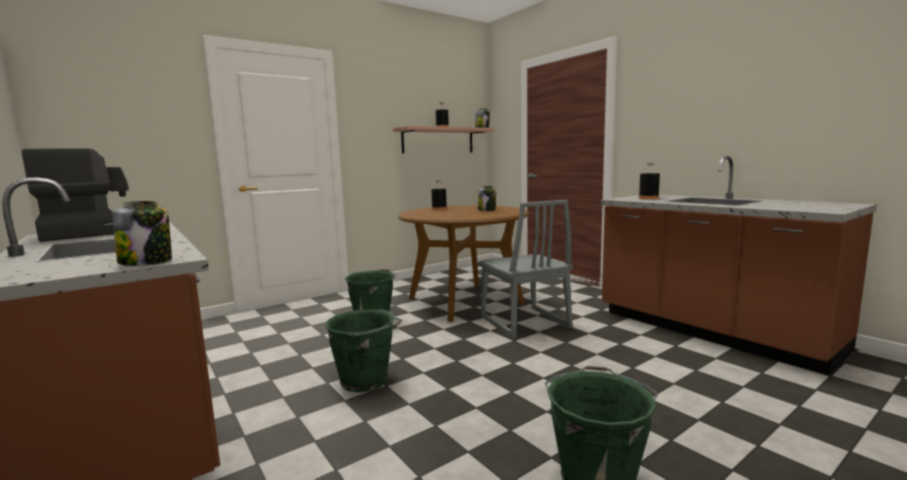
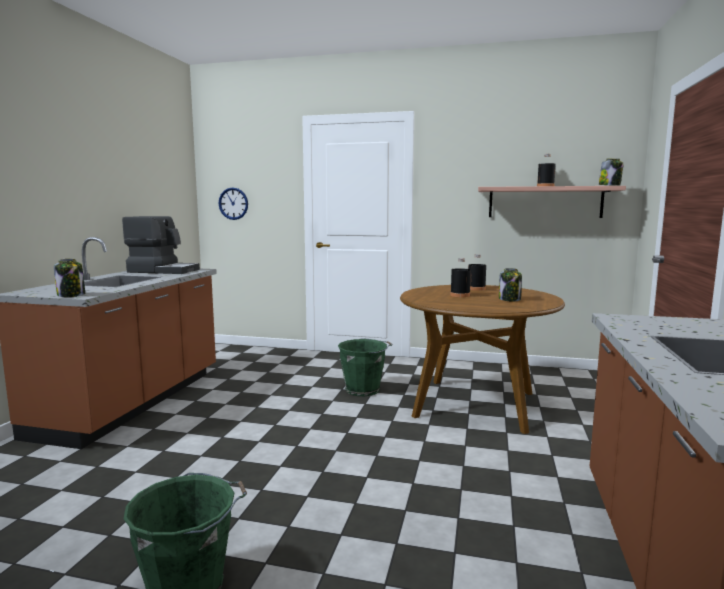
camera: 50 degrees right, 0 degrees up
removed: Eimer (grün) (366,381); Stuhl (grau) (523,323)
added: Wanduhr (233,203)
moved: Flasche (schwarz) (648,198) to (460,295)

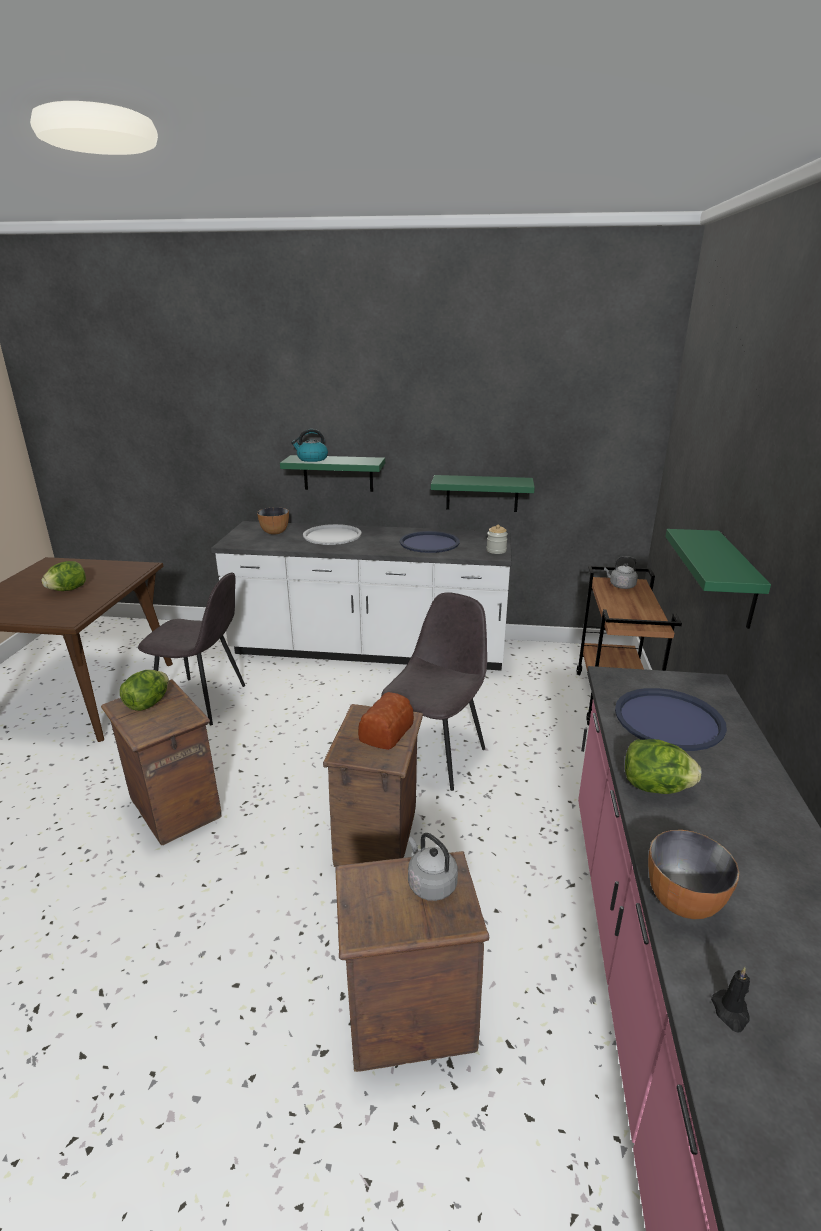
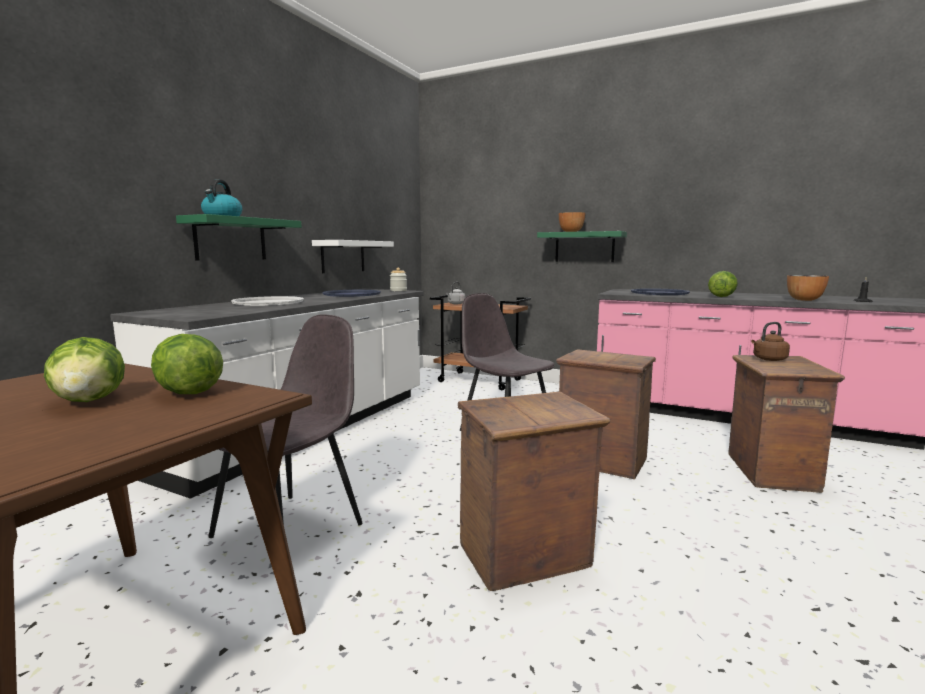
camera: 70 degrees left, 15 degrees down
removed: Brot (385,732)
moved: Salatkopf (148,704) to (188,392); Schüssel (274,532) to (571,232)
recoloured: Wandregal (grün) (482,493) to Wandregal (weiß) (343,256); Wasserkessel (grau) (430,883) to Wasserkessel (braun) (768,359)

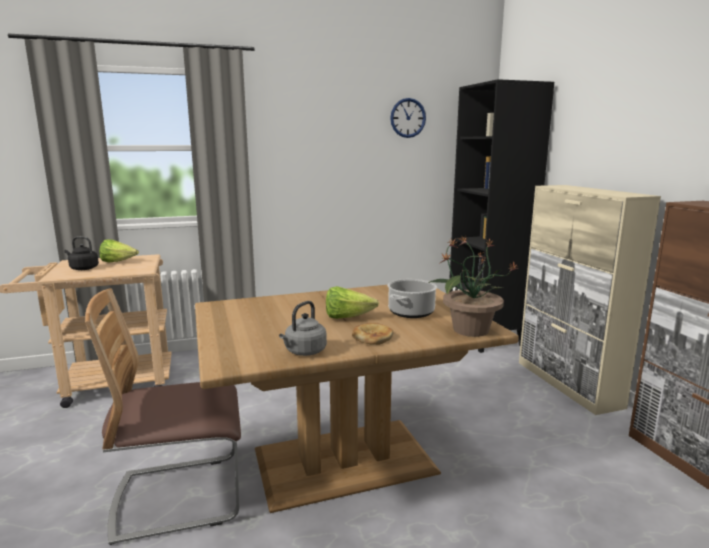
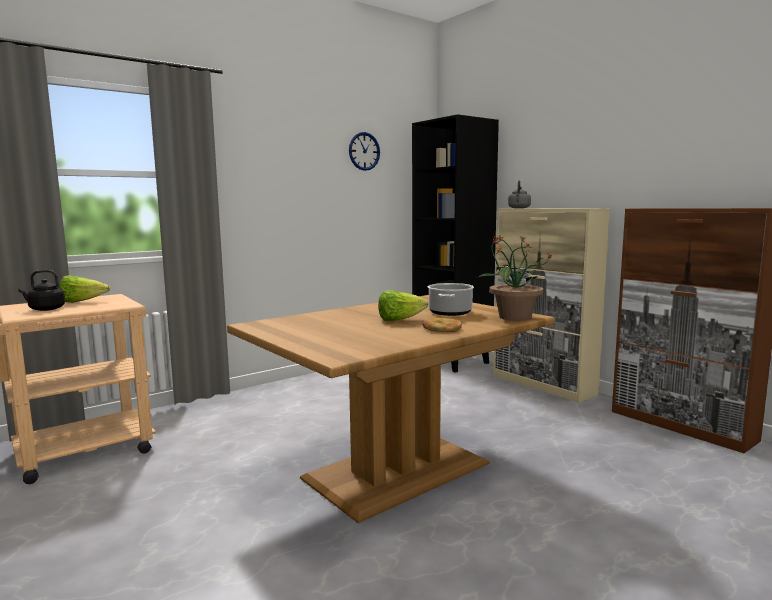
camera: 20 degrees left, 5 degrees down
removed: Stuhl (179,496)
moved: Wasserkessel (grau) (304,352) to (519,208)

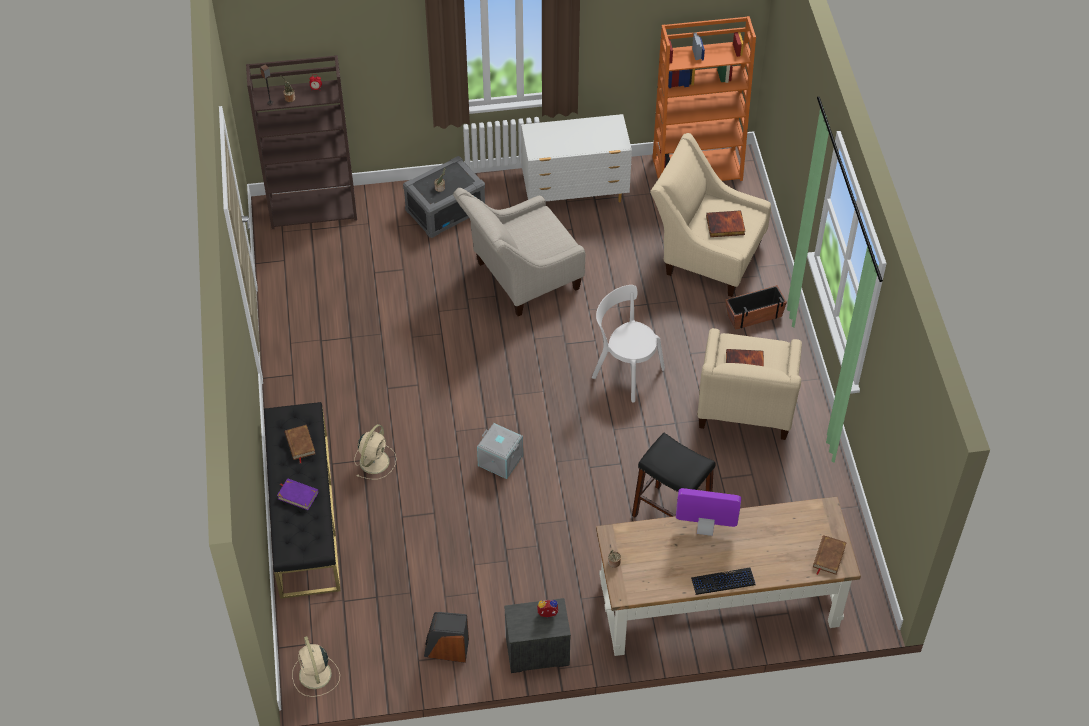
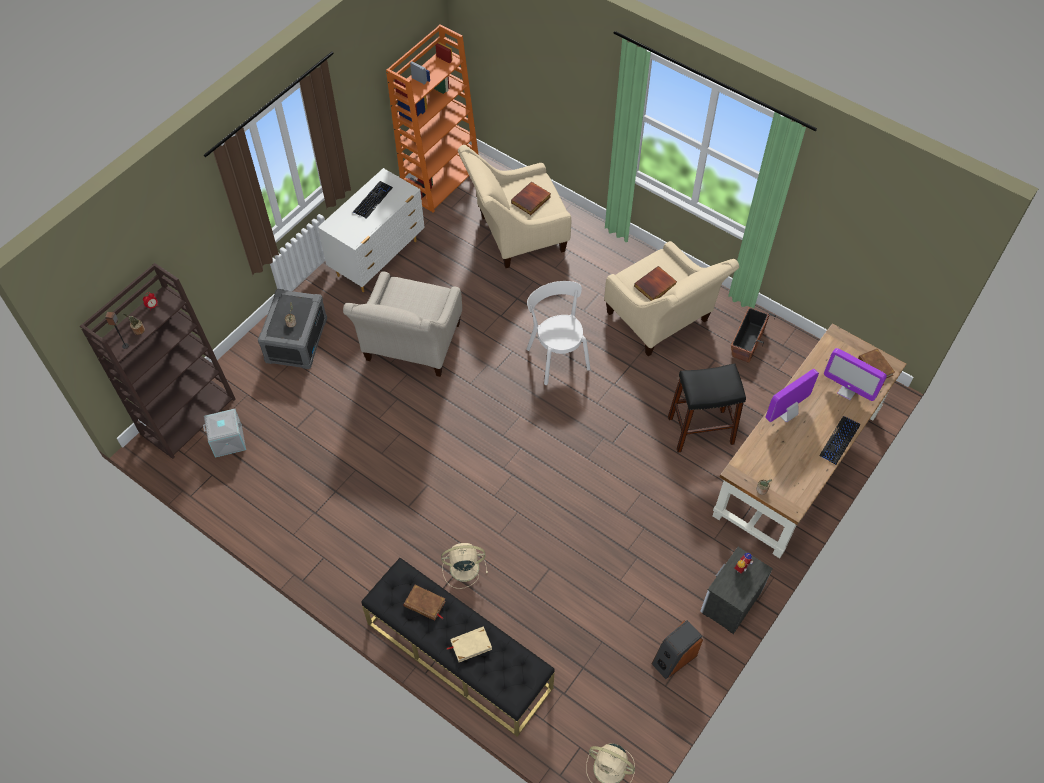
camera: 45 degrees left, 5 degrees up
added: Tastatur (372,200); Monitor (847,391)
moved: Aufbewahrungsbox (grau) (499,461) to (228,441); Pflanzkübel (754,315) to (747,342)
recoloured: Buch (lila) (298,495) to Buch (beige) (471,645)
turned: Ventilator (beige) (375,460) = (463,568) 75 degrees counterclockwise; Stuhl (weiß) (625,371) = (557,356) 75 degrees clockwise

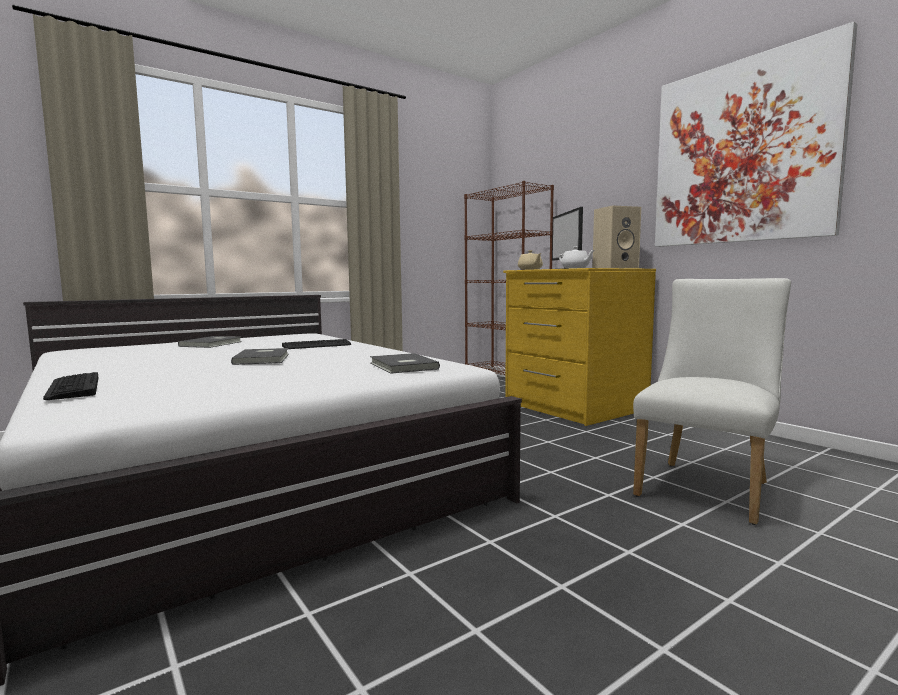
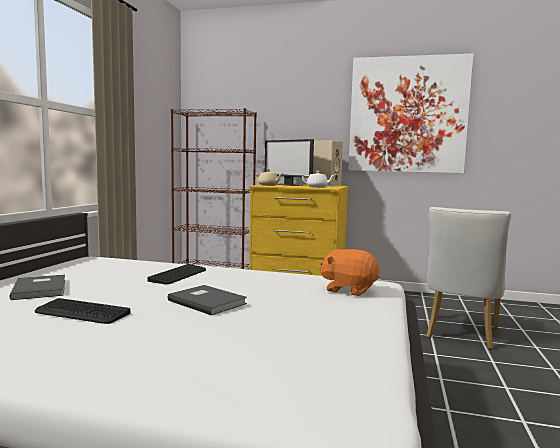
camera: 40 degrees left, 0 degrees up
moved: Tastatur (73,388) to (82,313)
replaced: Buch (grau) (402,366) to Plüschtier (orange) (349,290)
turned: Stuhl (weiß) (706,486) = (460,334) 150 degrees counterclockwise

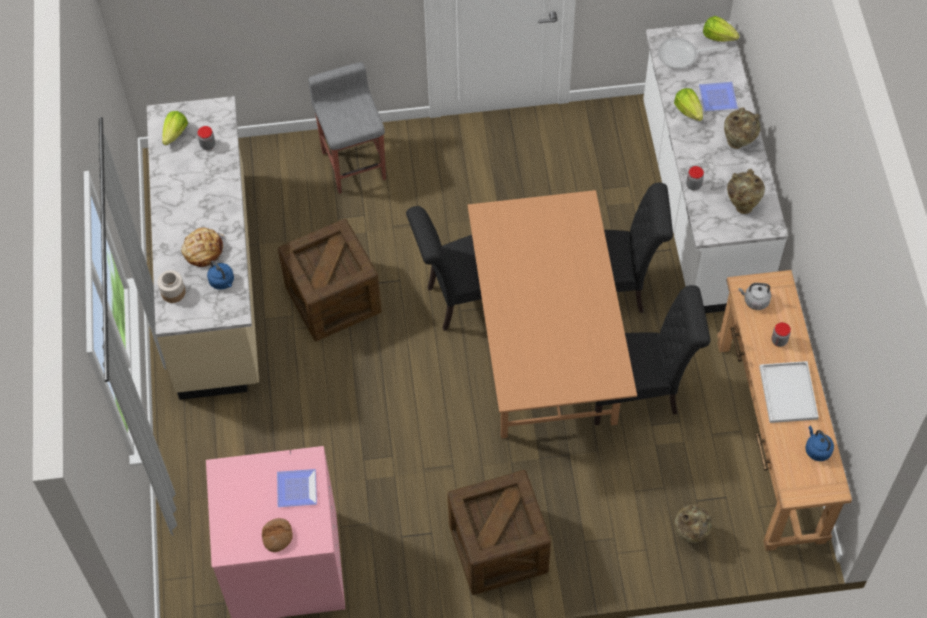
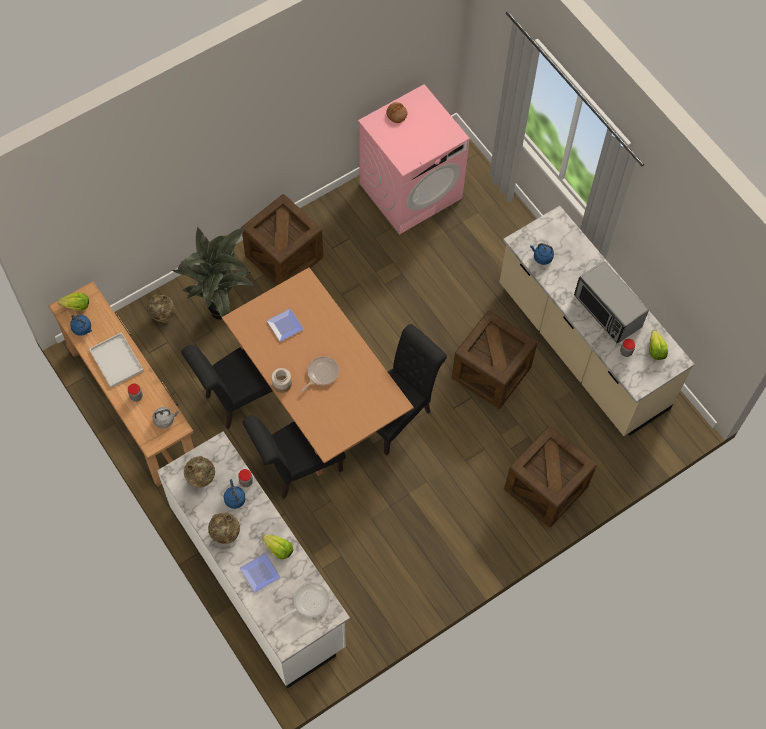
camera: 150 degrees right, 5 degrees up
removed: Brot (203,250)
added: Topfpflanze (223,314); Wasserkessel (blau) (234,498); Pfanne (321,373); Mikrowelle (607,311)
moved: Salatkopf (718,36) to (76,306); Teller (295,488) to (286,326); Vorratsglas (173,293) to (281,384)
replaced: Hocker (grau) (353,164) to Kiste (546,487)

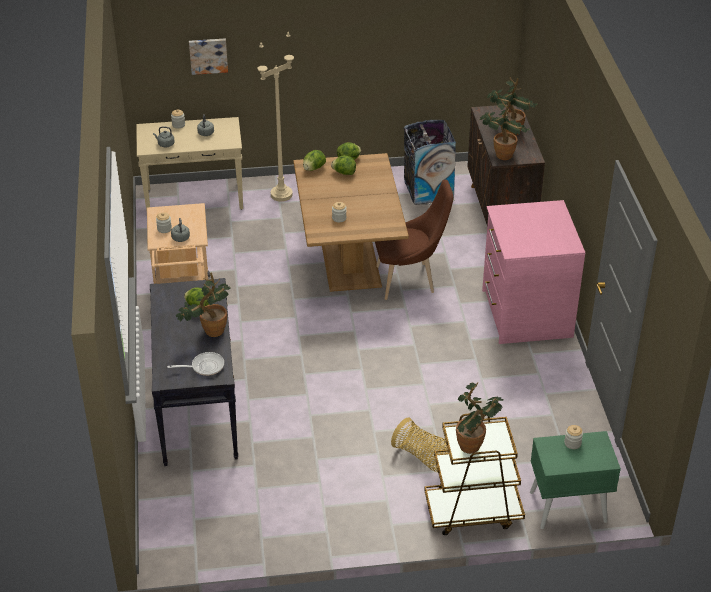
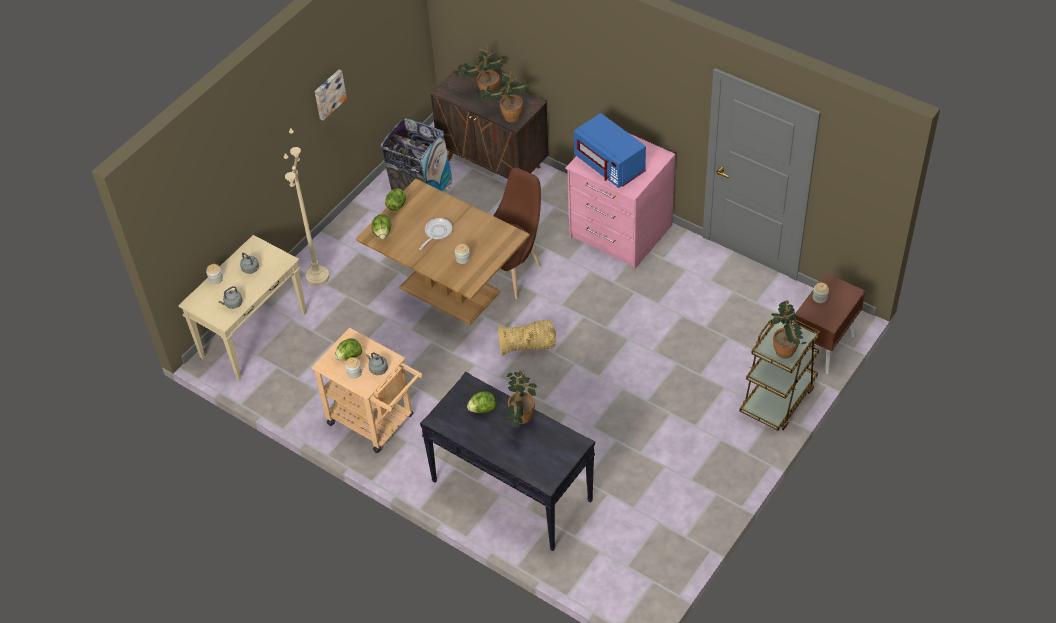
camera: 45 degrees left, 10 degrees up
added: Mikrowelle (blau) (610,165)
moved: Bild (208,55) to (329,94); Salatkopf (344,173) to (349,356); Pfanne (204,366) to (437,233); Korb (425,458) to (528,346)
recoloured: Nachttisch (grün) (567,507) to Nachttisch (braun) (822,346)

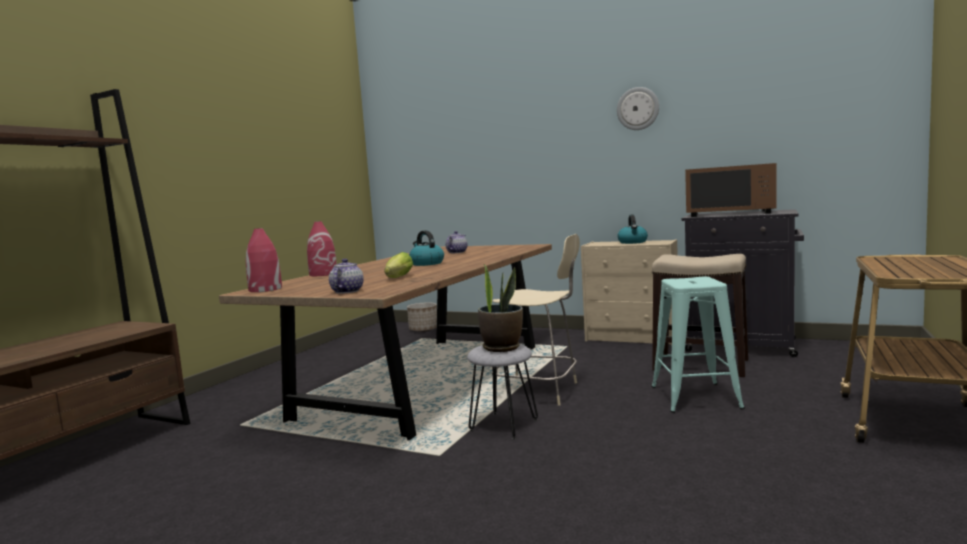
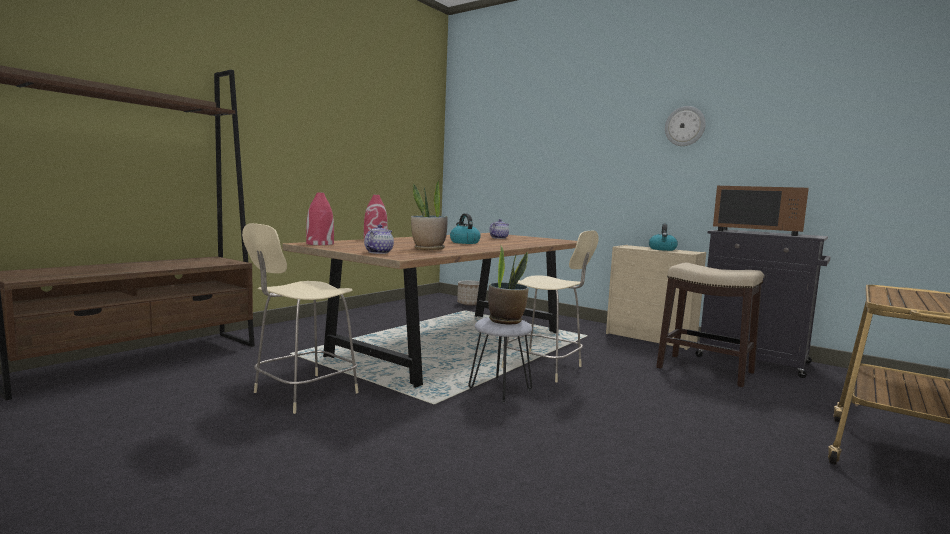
camera: 10 degrees right, 0 degrees up
removed: Hocker (türkis) (695,397)
added: Stuhl (beige) (302,393)
replaced: Salatkopf (397,278) to Topfpflanze (428,249)

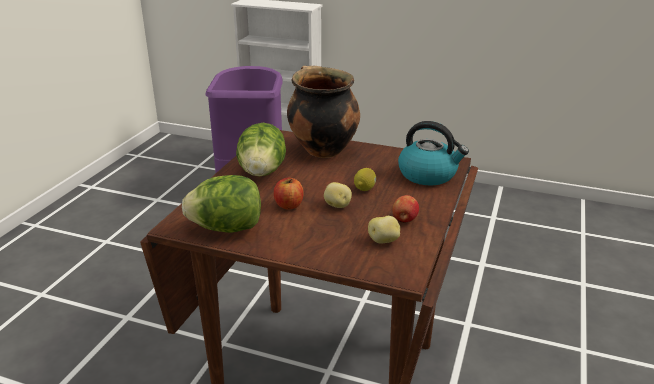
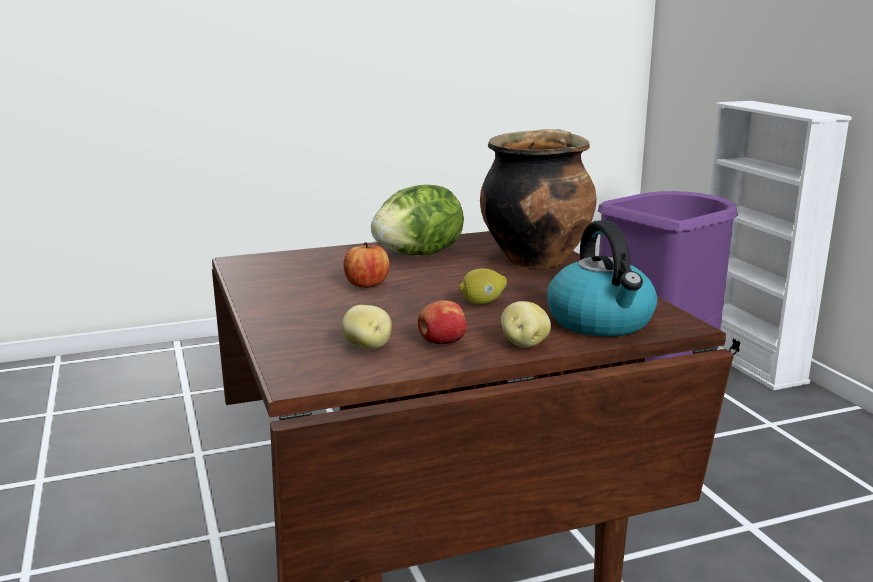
camera: 50 degrees right, 10 degrees down
removed: Salatkopf (227,228)
moved: Kartoffel (337,205) to (523,344)

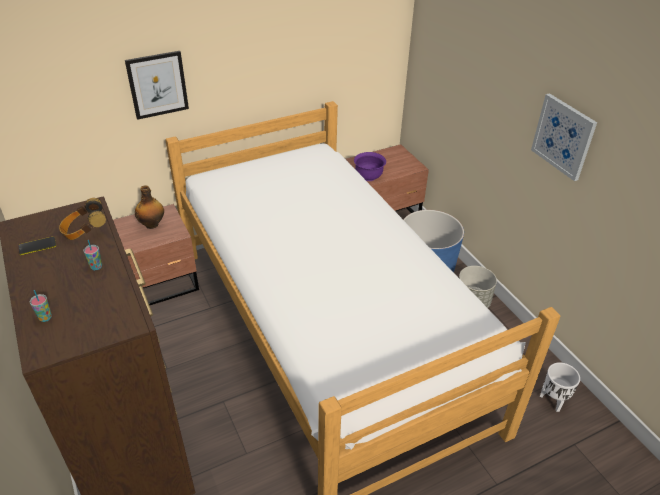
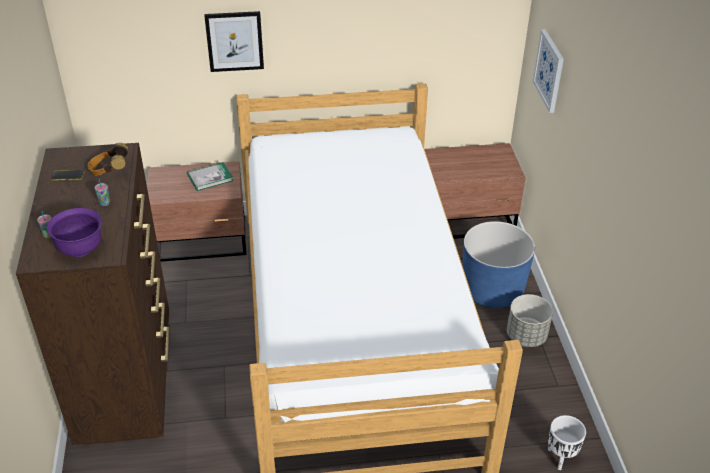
camera: 20 degrees right, 0 degrees up
moved: Schüssel (lila) (368,177) to (80,249); Bild (563,136) to (549,70)
replaced: Flasche (152,224) to Buch (210,178)

